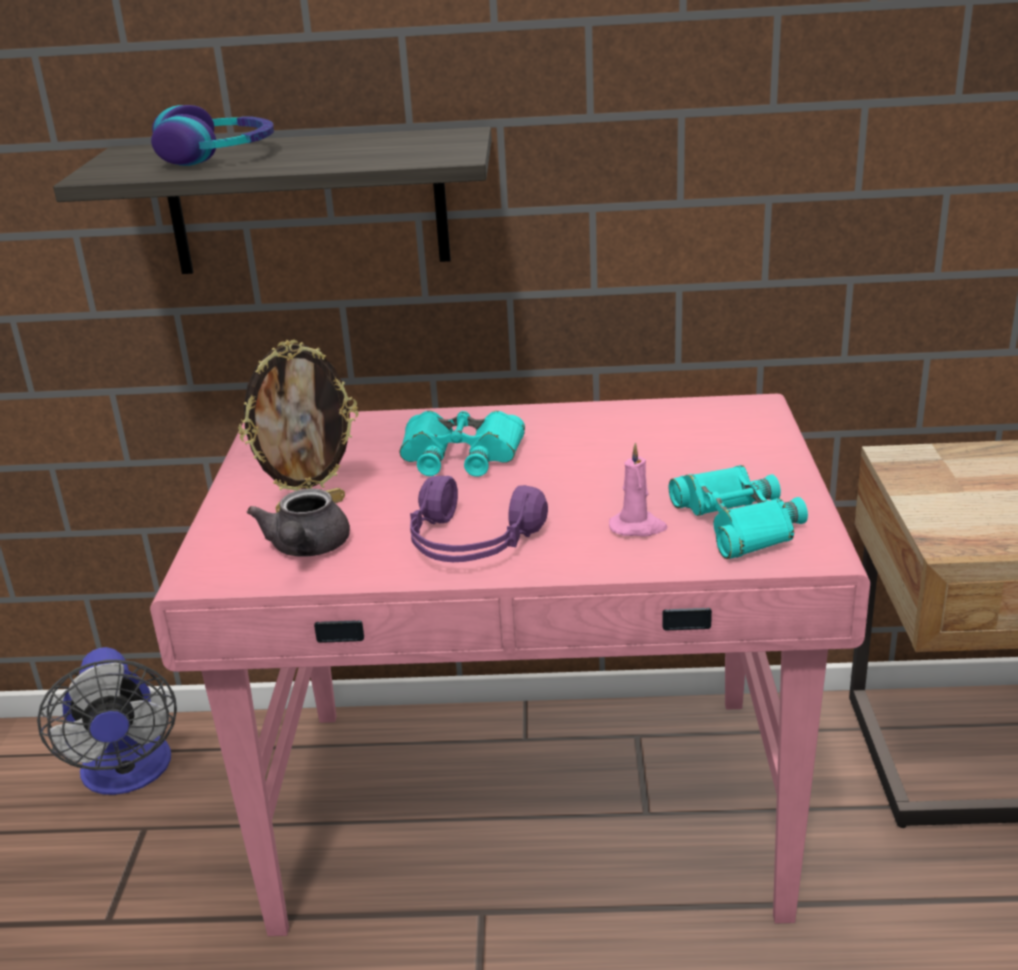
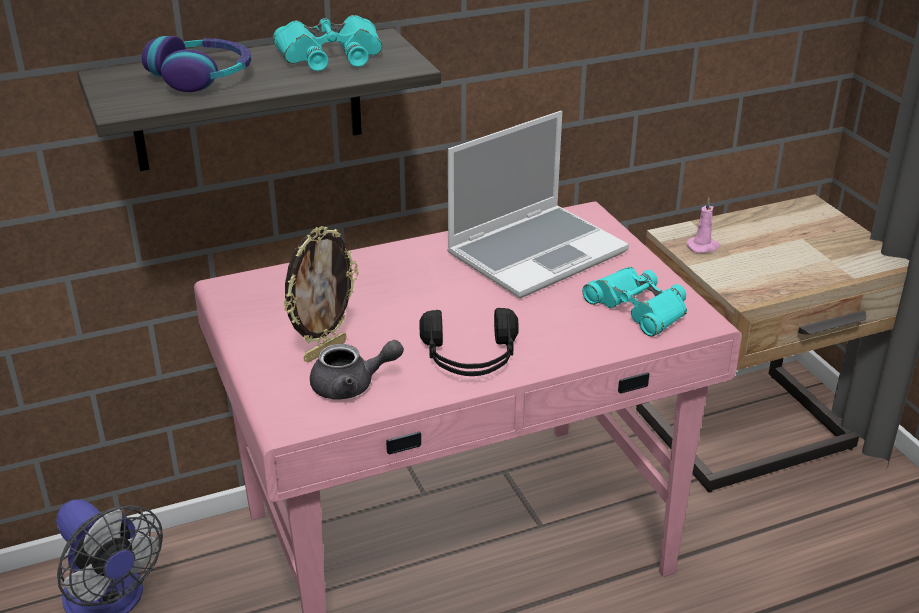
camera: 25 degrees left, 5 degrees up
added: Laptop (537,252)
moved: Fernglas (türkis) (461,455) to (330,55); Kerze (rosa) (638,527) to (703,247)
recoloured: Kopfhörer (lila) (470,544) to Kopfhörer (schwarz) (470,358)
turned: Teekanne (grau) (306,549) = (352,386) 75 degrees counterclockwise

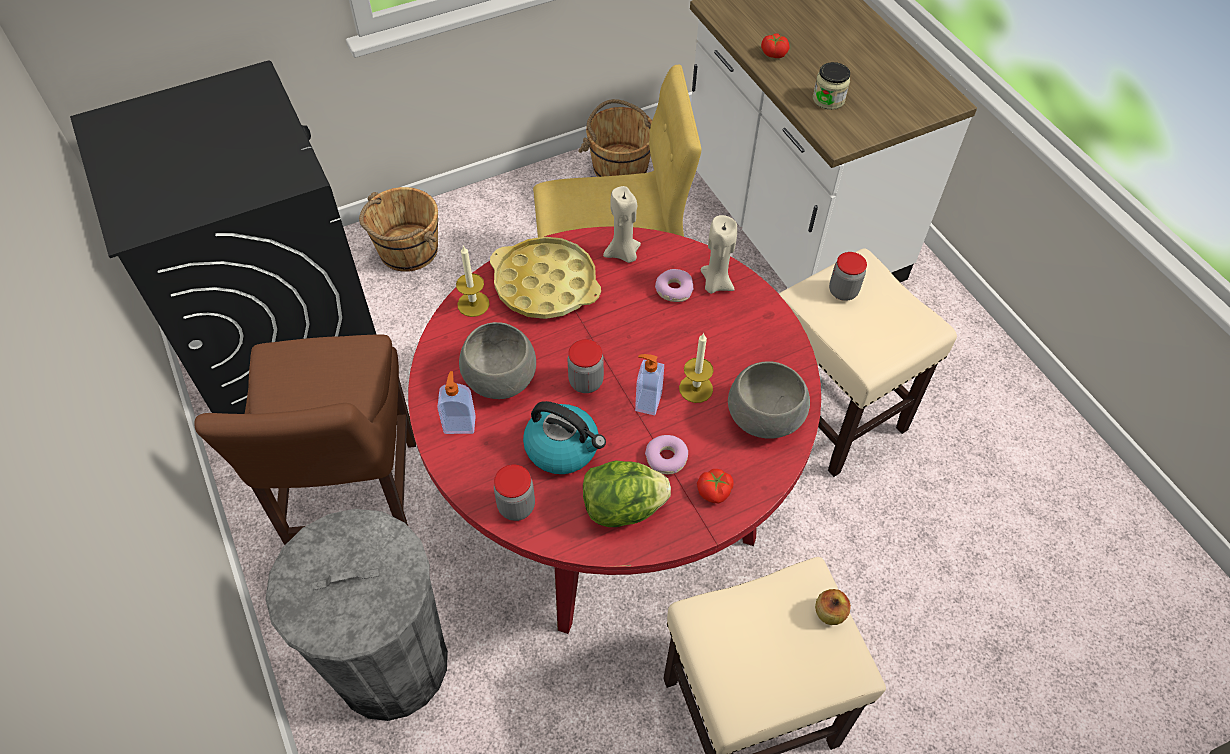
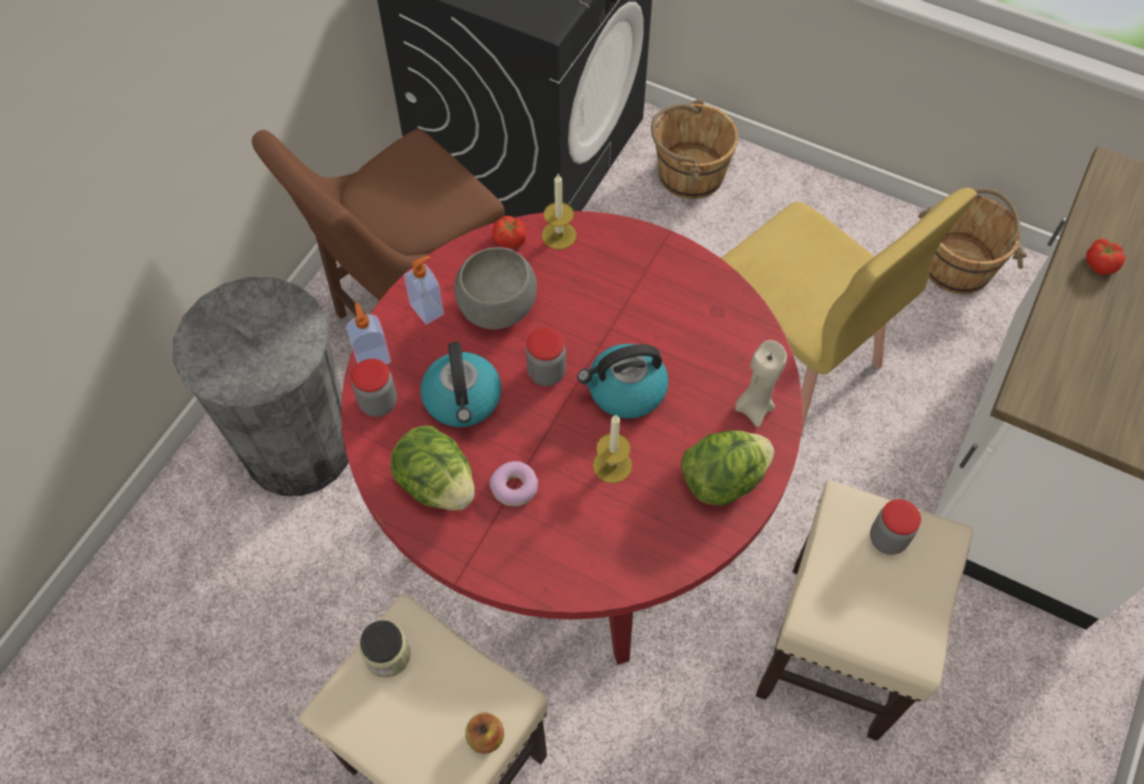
camera: 55 degrees right, 5 degrees up
removed: Tablett (gelb) (545,285); Kerze (beige) (623,254); Donut (673,290); Schüssel (grau) (763,417)
added: Wasserkessel (625,391); Salatkopf (722,480)
moved: Seifenspender (647,401) to (372,357); Vorratsglas (828,99) to (388,655); Tomate (714,492) to (509,240)

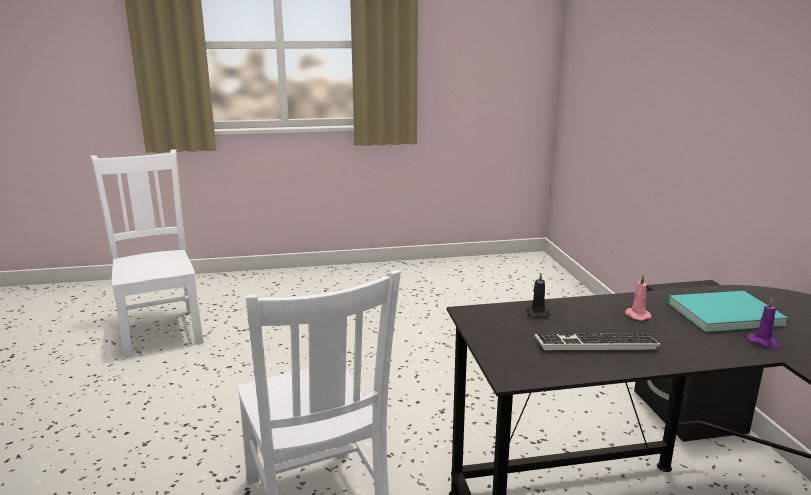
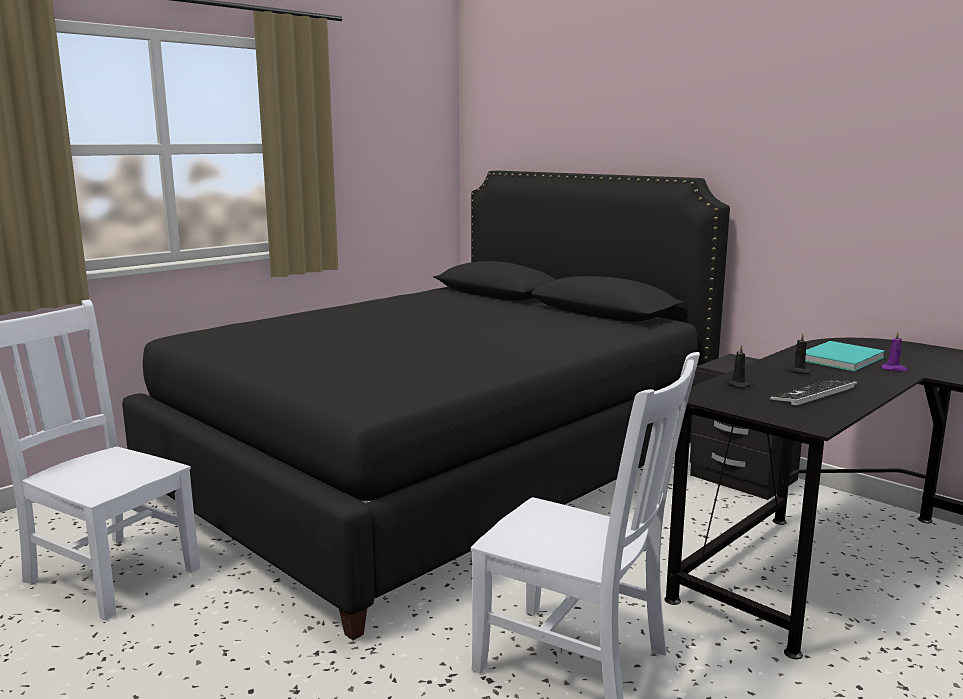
camera: 35 degrees left, 5 degrees down
added: Bett (schwarz) (439,473)
recoloured: Kerze (rosa) (636,315) to Kerze (schwarz) (797,371)

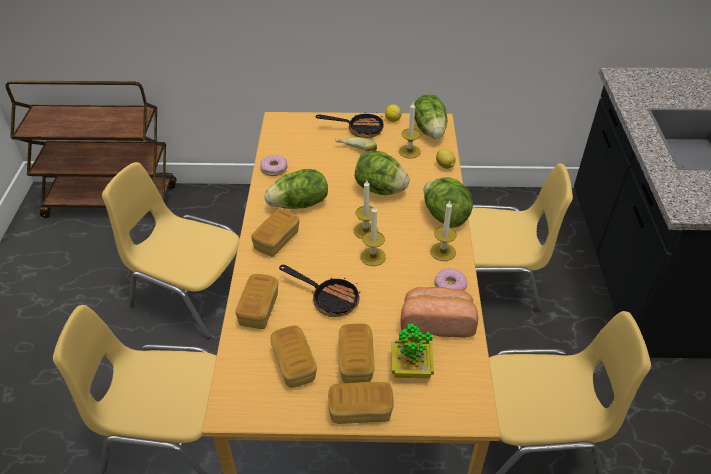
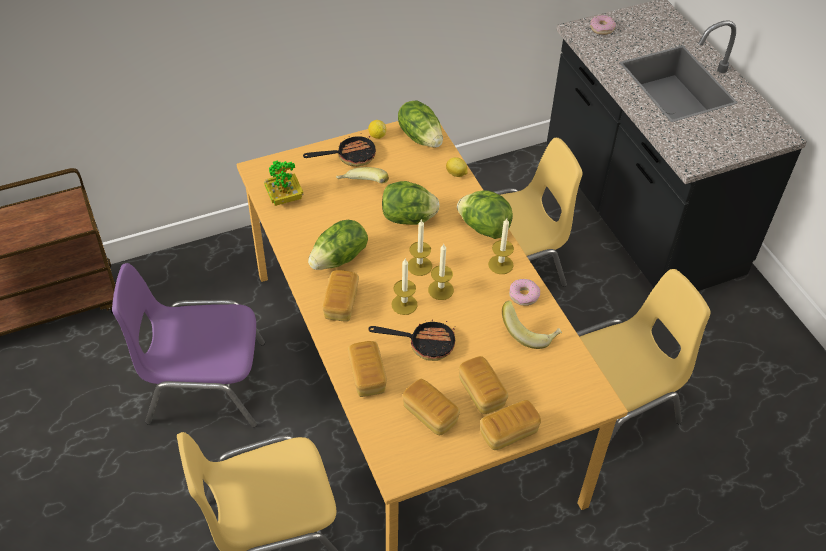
camera: 25 degrees left, 5 degrees up
moved: Topfpflanze (411,368) to (284,198); Kerze (409,151) to (404,304); Donut (274,169) to (602,28)
replaced: Brot (437,321) to Banane (529,332)
recoloured: Stuhl (gelb) (191,290) to Stuhl (lila) (204,383)

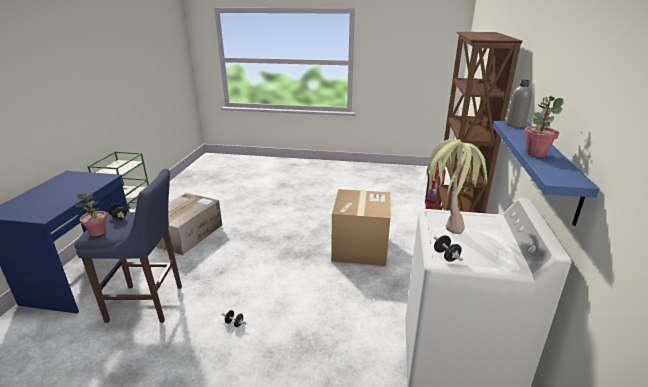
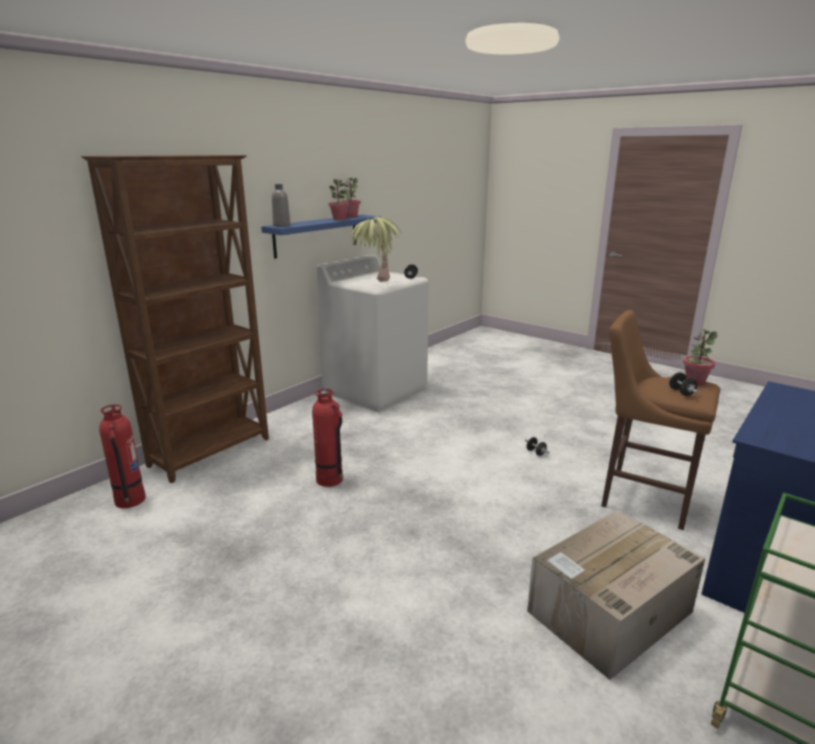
camera: 150 degrees left, 5 degrees down
added: Topfpflanze (351,216)
replaced: Karton (360,248) to Feuerlöscher (329,479)
recoloured: Hocker (blau) (149,303) to Hocker (braun) (641,497)

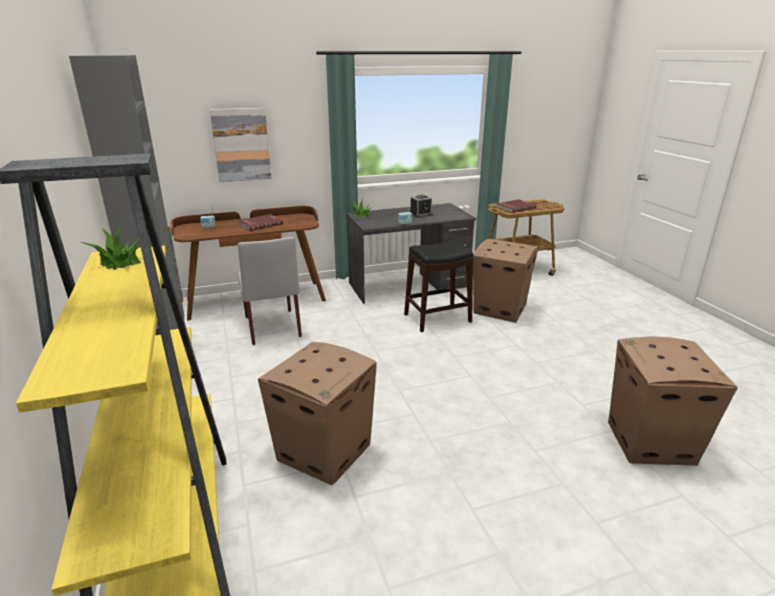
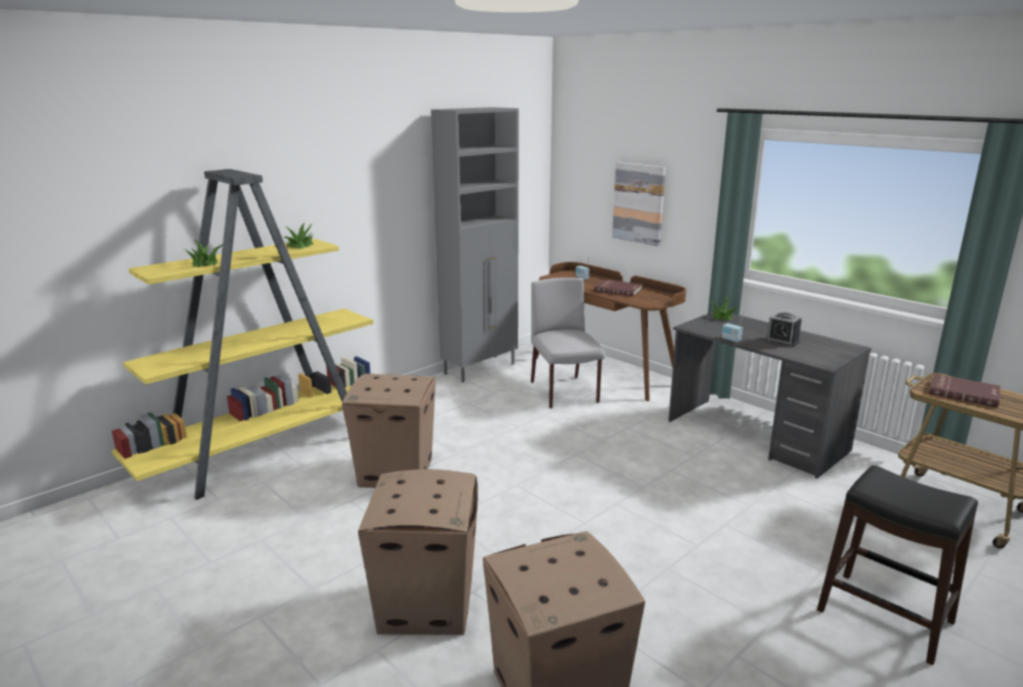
camera: 65 degrees right, 5 degrees down
added: Topfpflanze (204,263)
moved: Karton (499,309) to (427,604); Hocker (schwarz) (438,318) to (885,617)
turned: Stuhl (grau) (272,326) = (564,393) 120 degrees clockwise

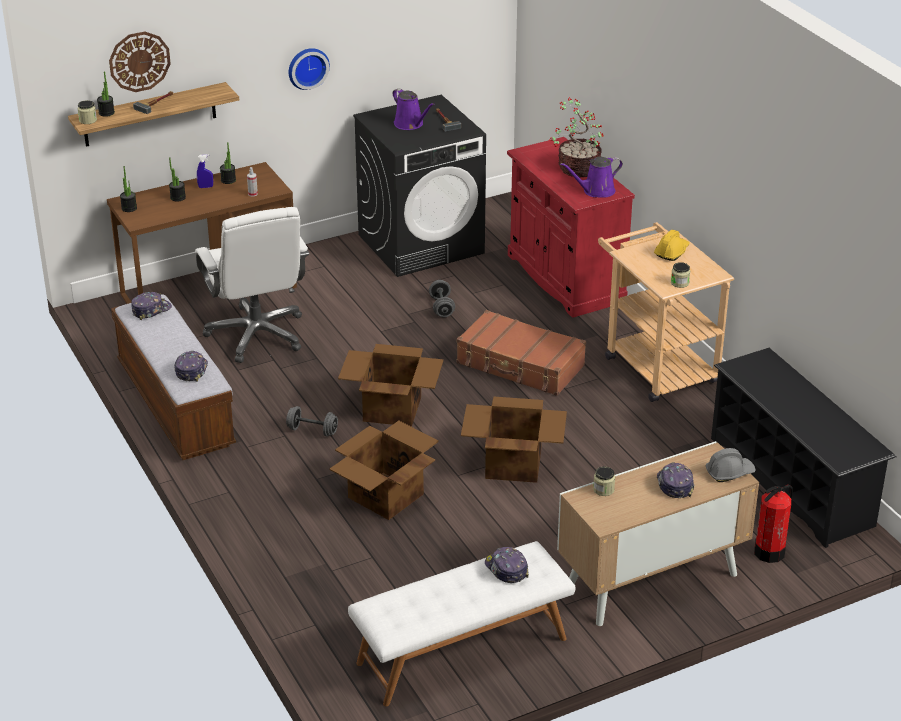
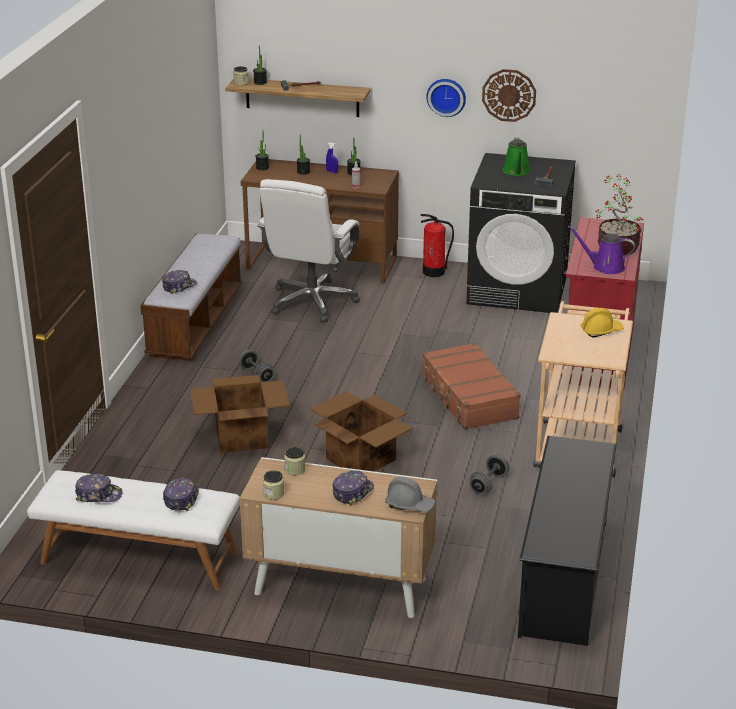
camera: 40 degrees right, 5 degrees down
removed: Karton (391,408)
moved: Kappe (151,310) to (98,495); Vorratsglas (680,283) to (273,494); Feuerlöscher (770,552) to (434,272); Hantel (grau) (441,307) to (488,484); Wanduhr (139,61) to (509,95)
recoloured: Gießkanne (lila) (410,124) to Gießkanne (grün) (516,171)

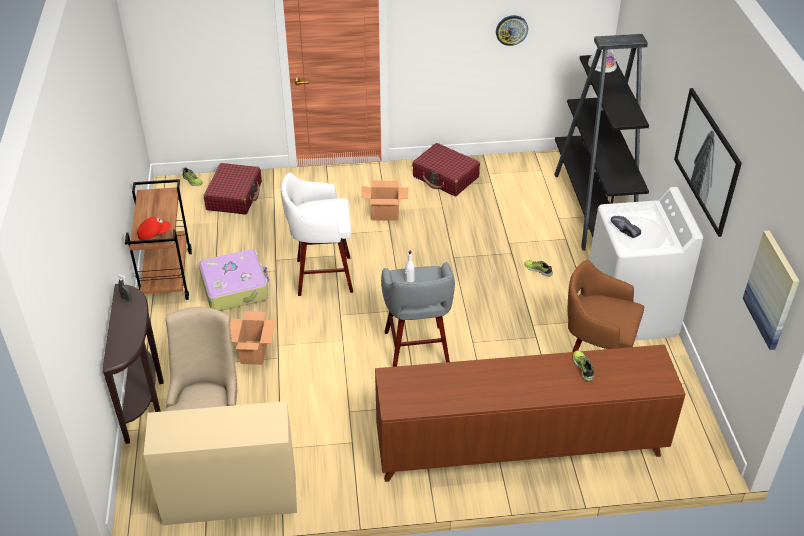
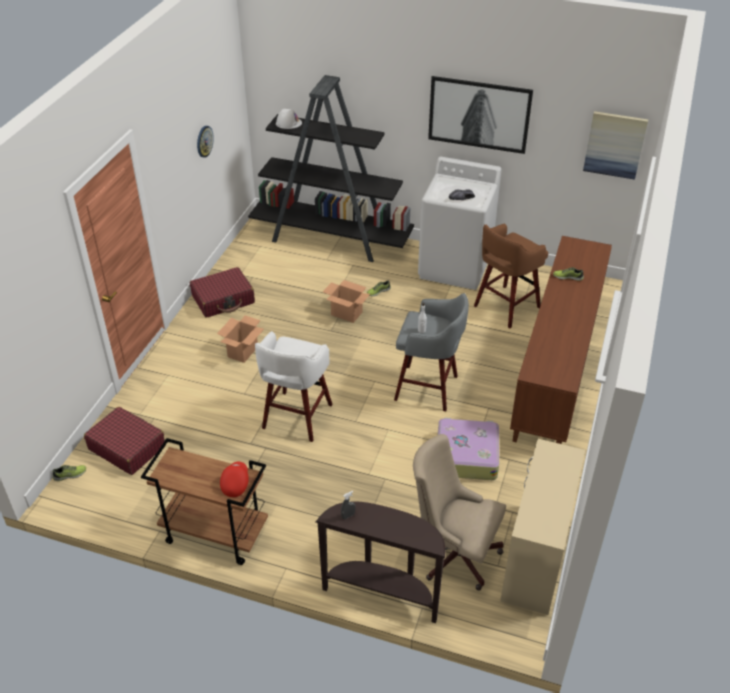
camera: 65 degrees left, 0 degrees up
moved: Karton (254,352) to (346,313); Koffer (235,287) to (466,456)

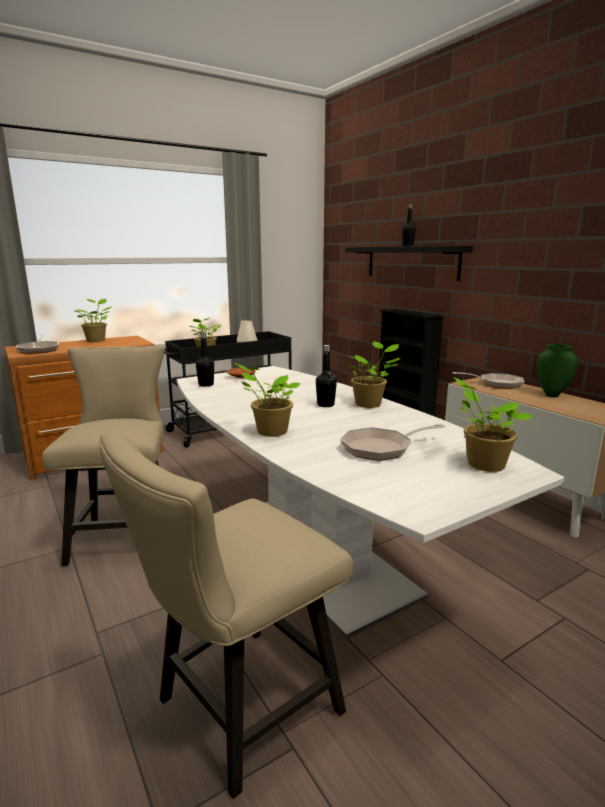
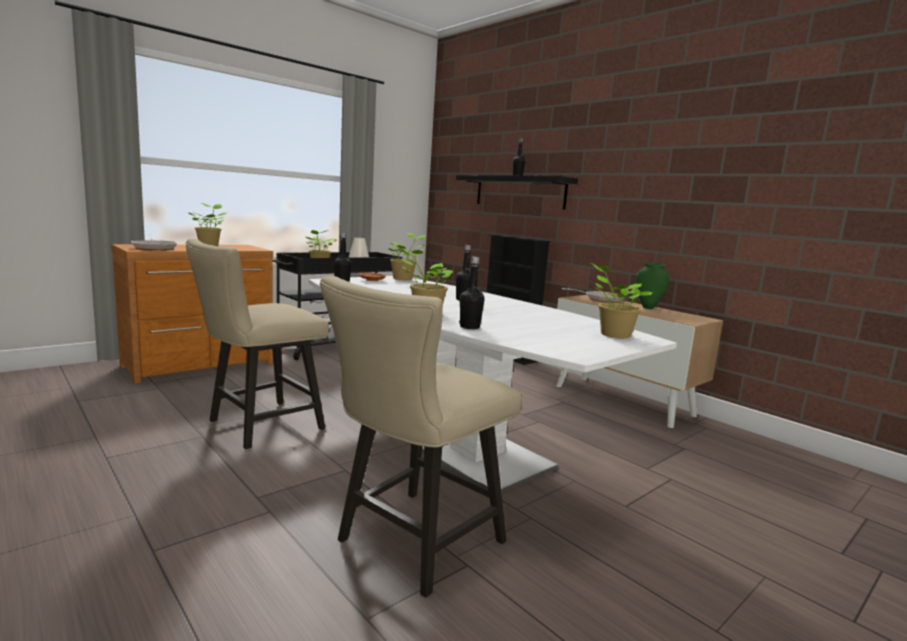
camera: 10 degrees left, 5 degrees down
removed: Pfanne (381,448)
added: Flasche (schwarz) (469,327)
moved: Topfpflanze (370,404) to (404,279)
turned: Stuhl (beige) (125,534) = (258,426) 120 degrees counterclockwise

